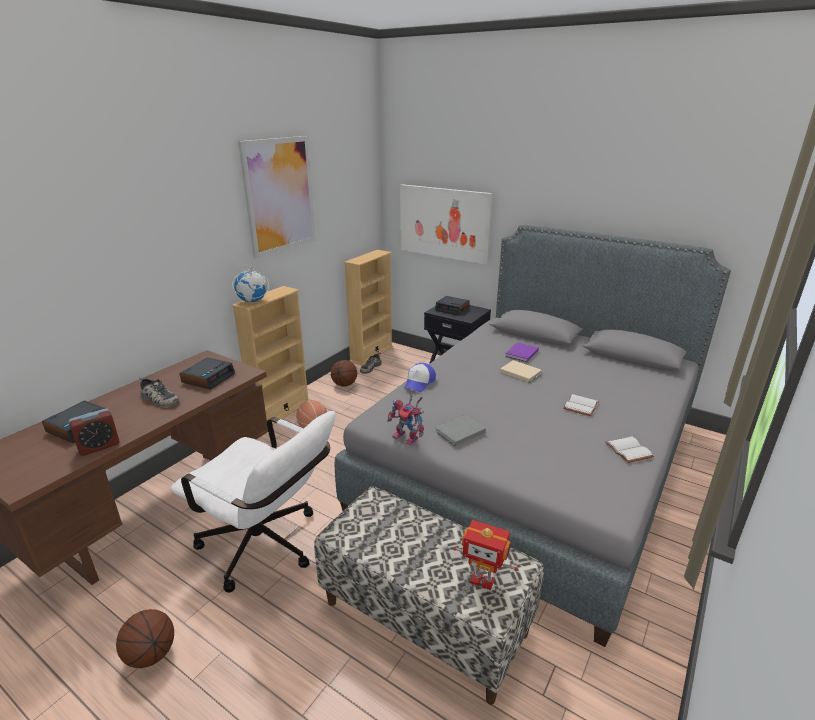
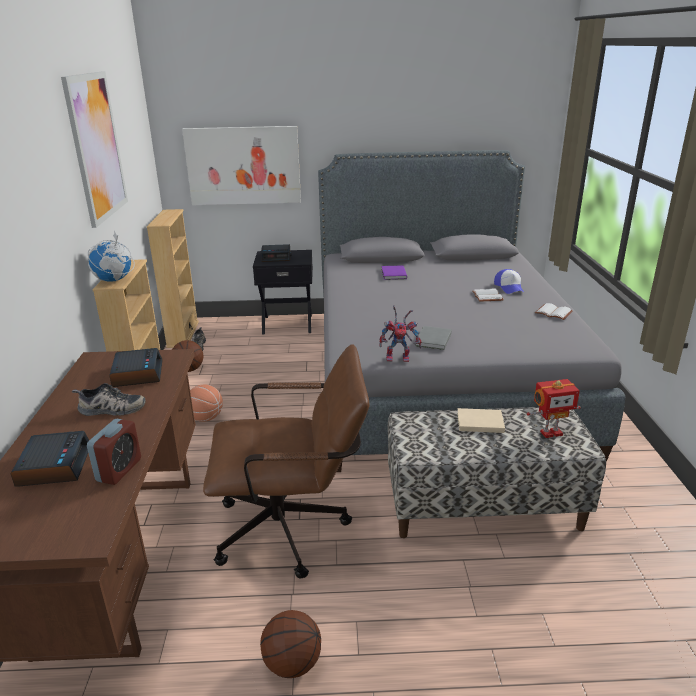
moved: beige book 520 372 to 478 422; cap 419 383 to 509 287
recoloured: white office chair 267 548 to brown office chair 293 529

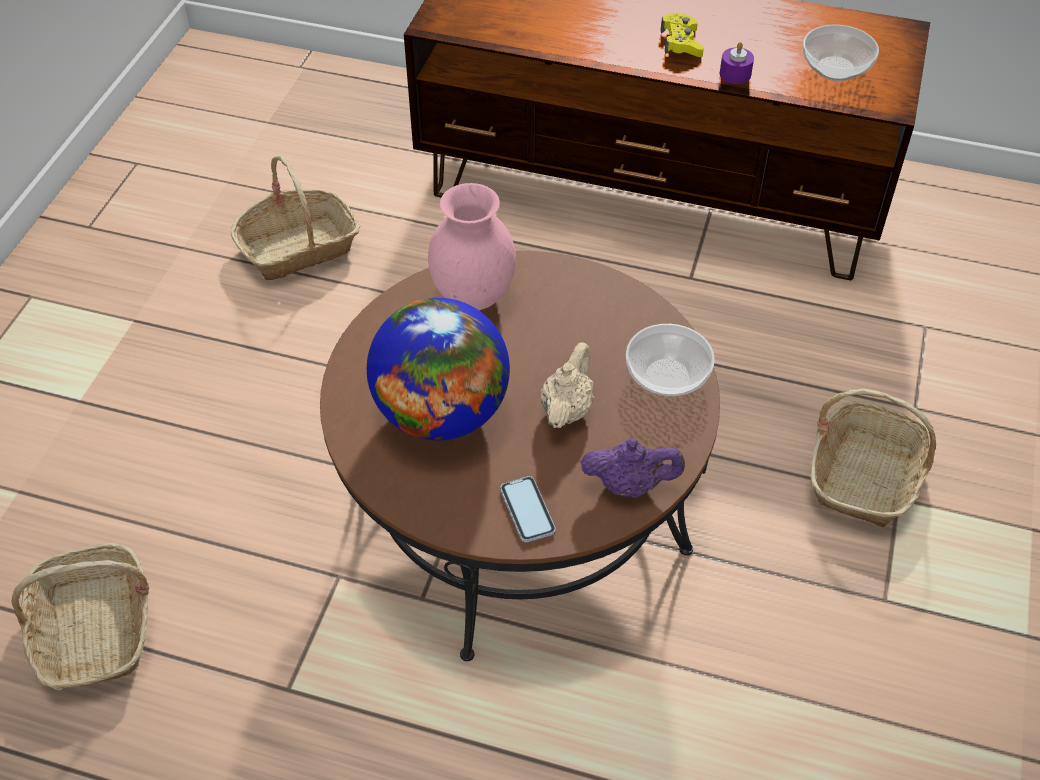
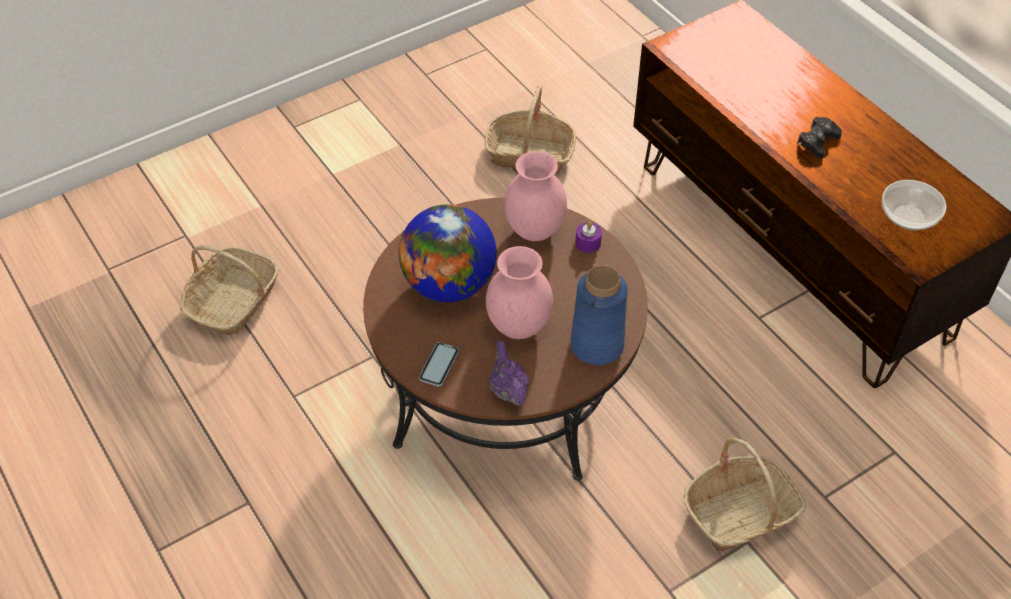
moved: purple candle 735 74 to 588 243
replaced: bowl 667 375 to blue vase 597 345; beige teapot 567 409 to pink vase 519 326
recoloured: yellow game controller 681 42 to black game controller 818 141
turned: purple teapot 630 485 = 508 389 150 degrees counterclockwise

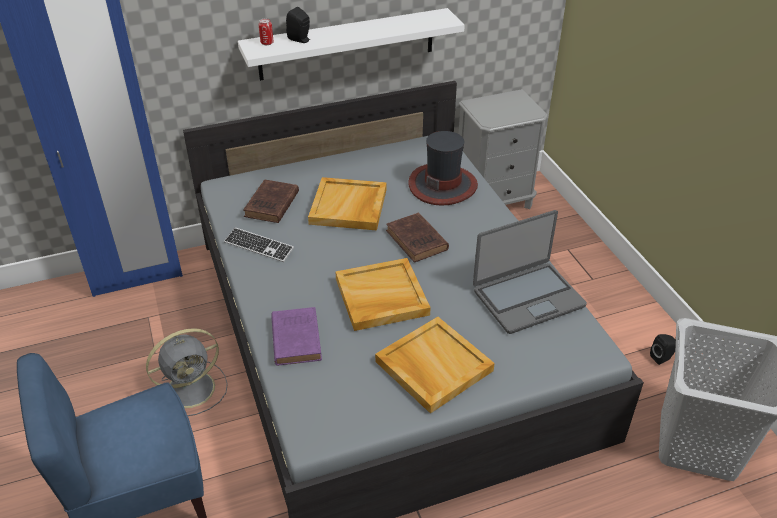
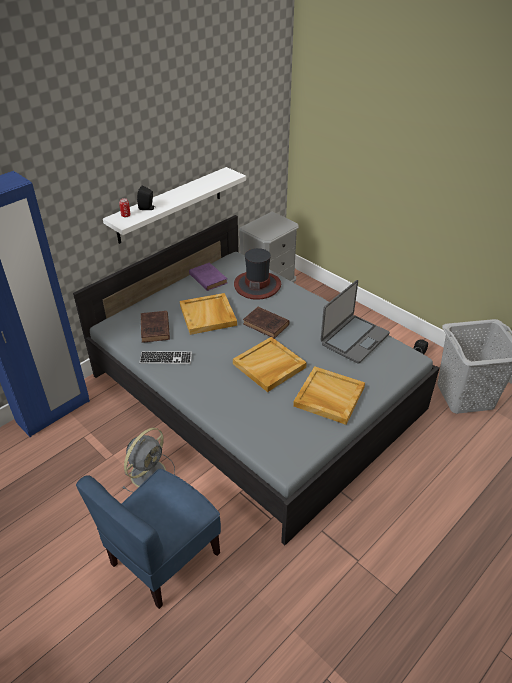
moved: purple book 296 338 to 207 278

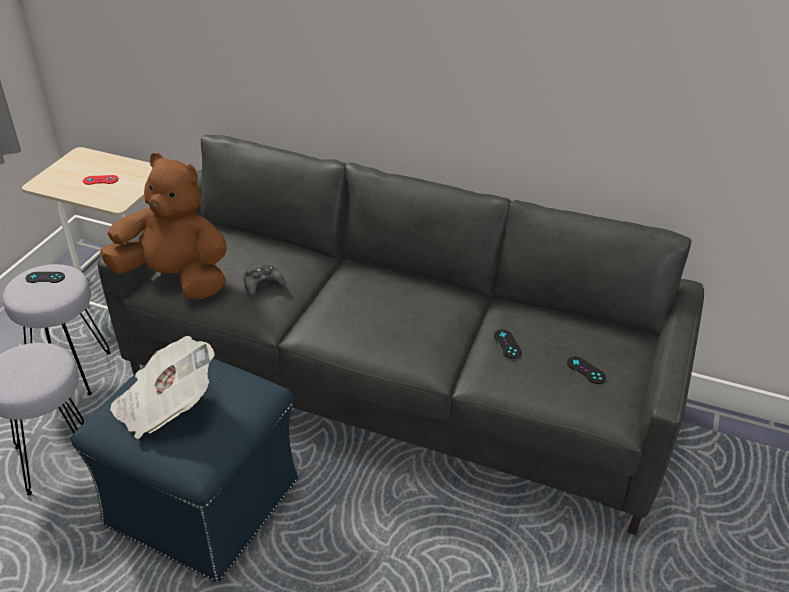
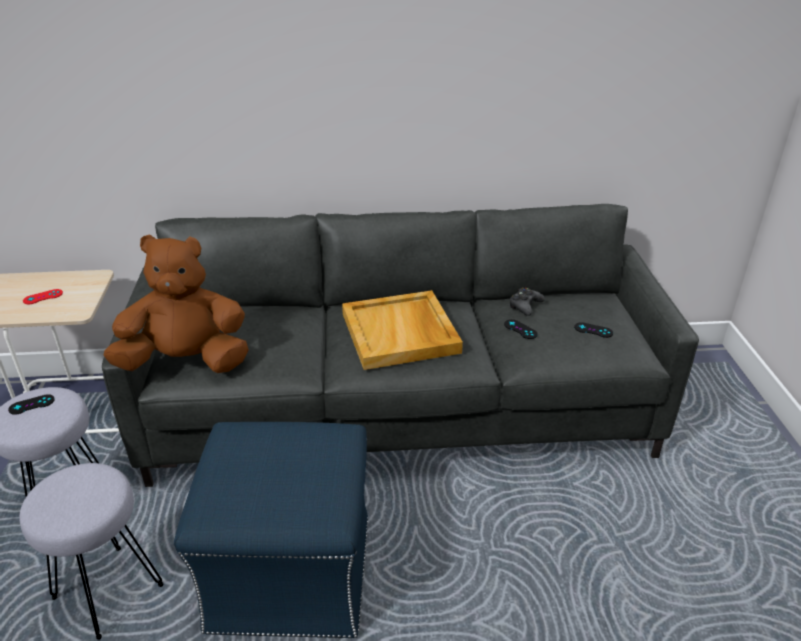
removed: newspaper 165 406
added: beige tray 401 333
moved: black game controller 262 284 to 525 306

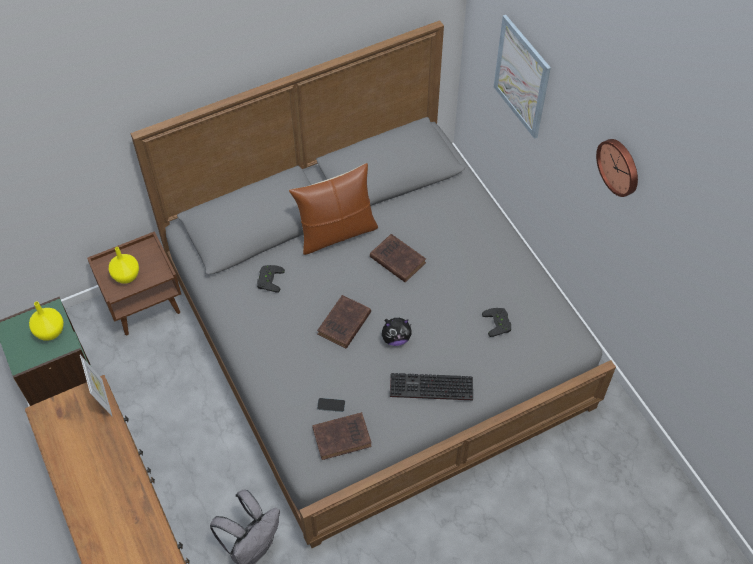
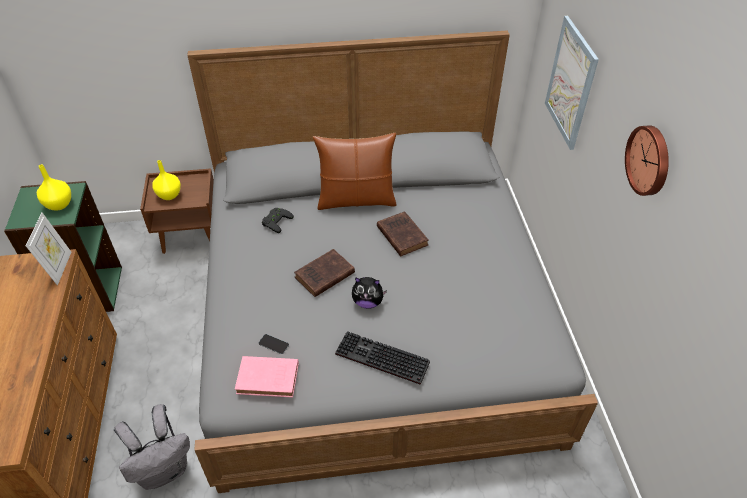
removed: black game controller 499 323
recoloured: brown book 343 437 to pink book 269 378

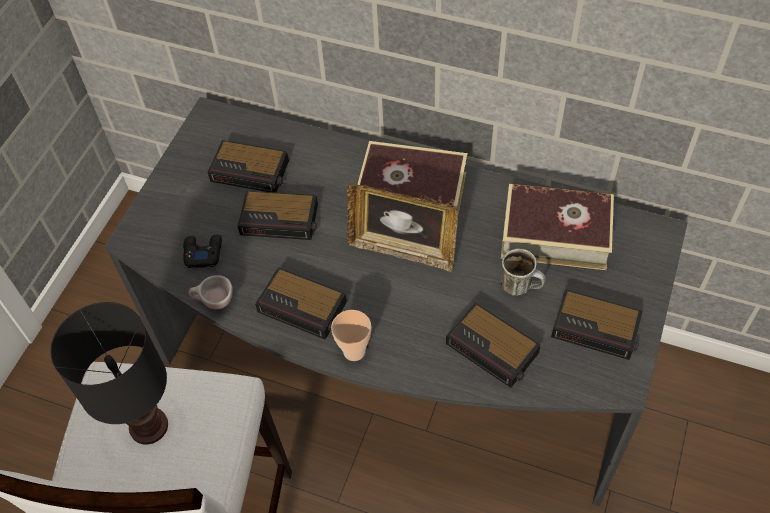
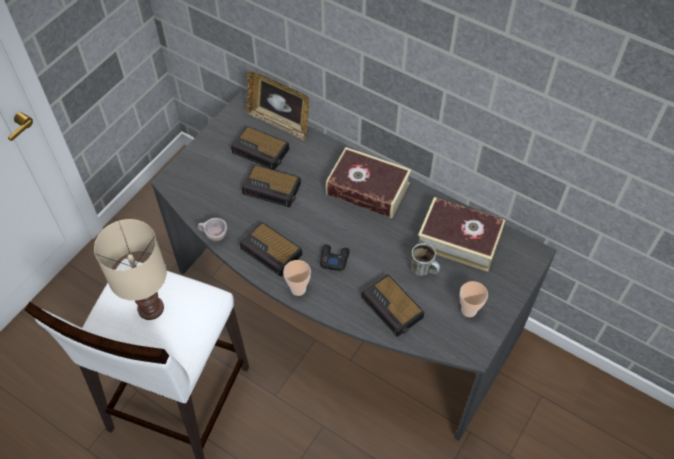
moved: picture frame 402 249 to 279 122; black game controller 203 253 to 334 259
replaced: alarm clock 597 328 to cup 469 310
recoloured: black table lamp 147 426 to beige table lamp 149 308

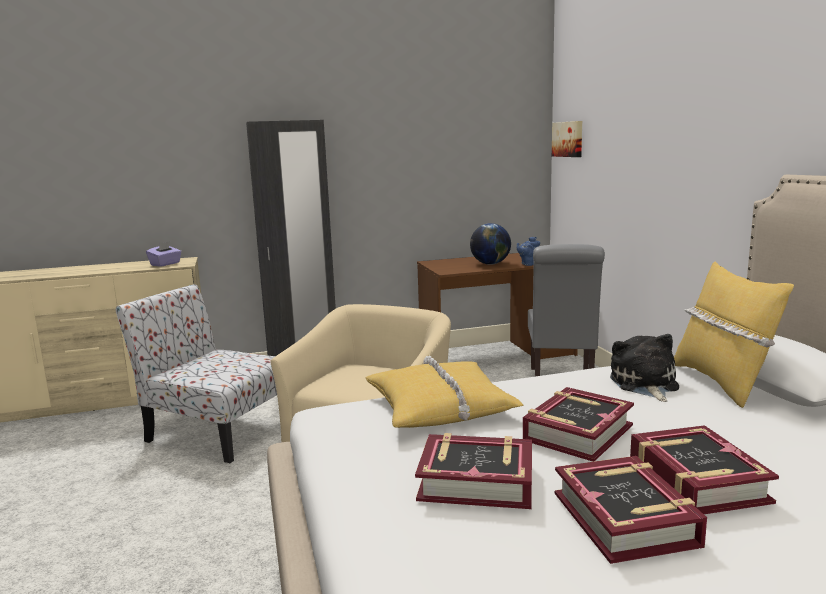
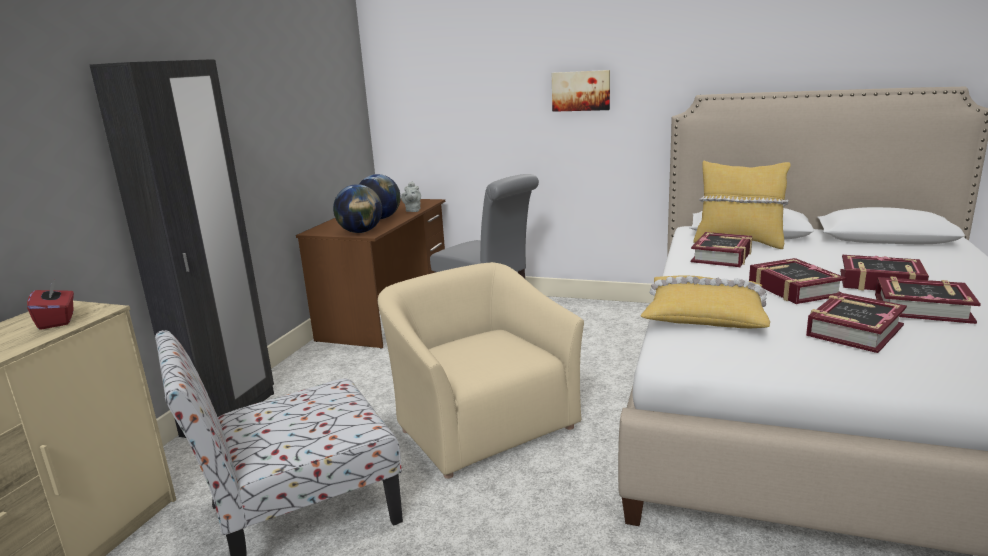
added: globe 360 232
moved: picture 568 139 to 581 91
replaced: plush toy 644 384 to book 722 256
recoloured: blue teapot 528 264 to grey teapot 412 210; purple tissue box 165 264 to red tissue box 57 320

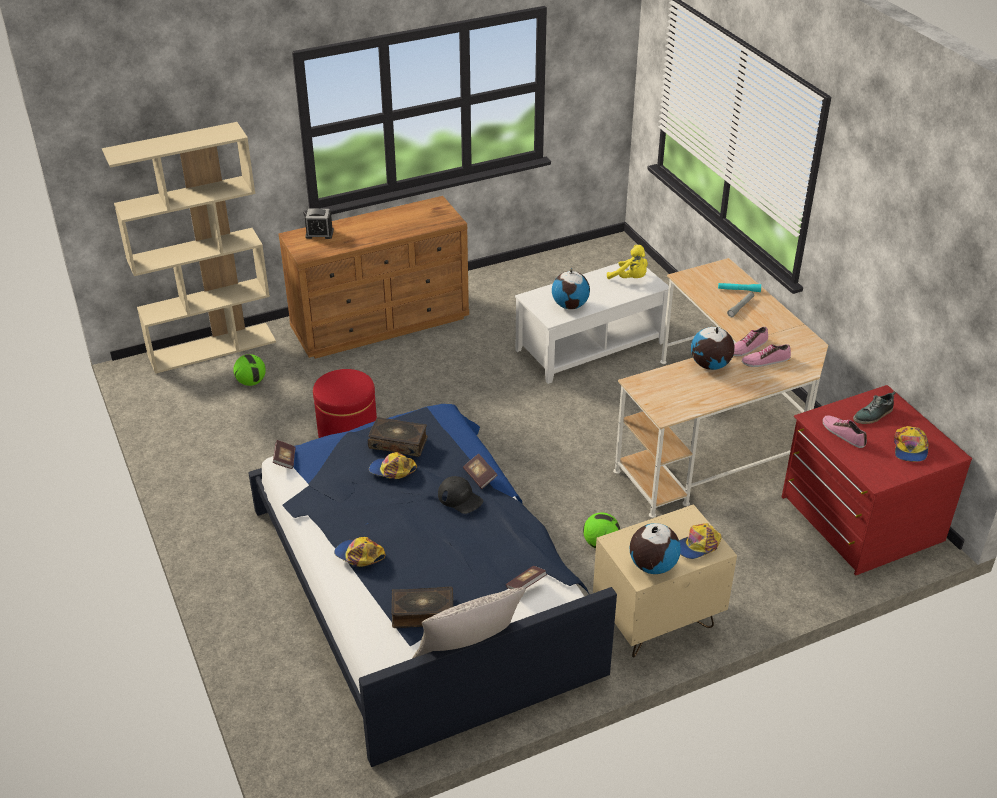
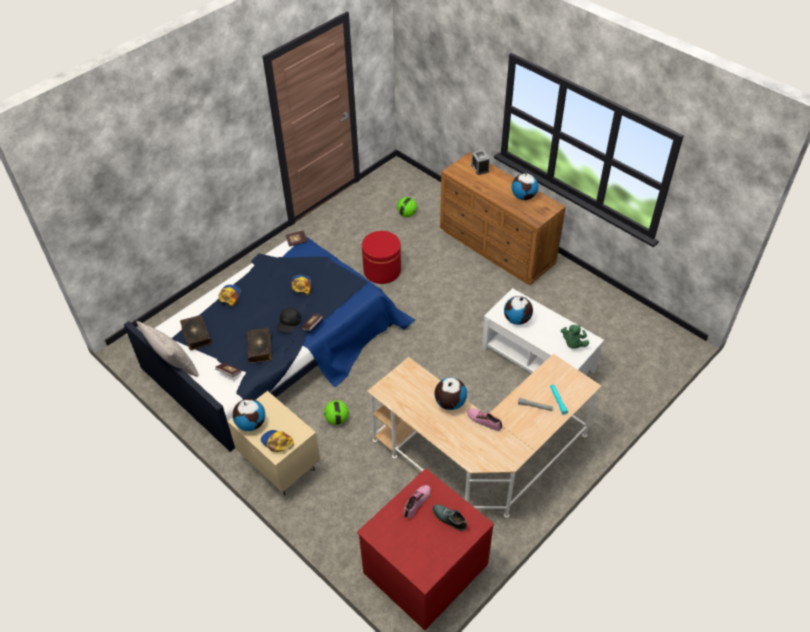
removed: beige bookcase 212 348; shoe 765 360; cap 910 448
added: globe 523 196
moved: book 398 442 to 260 348
recoloured: yellow plush toy 630 278 to green plush toy 573 343

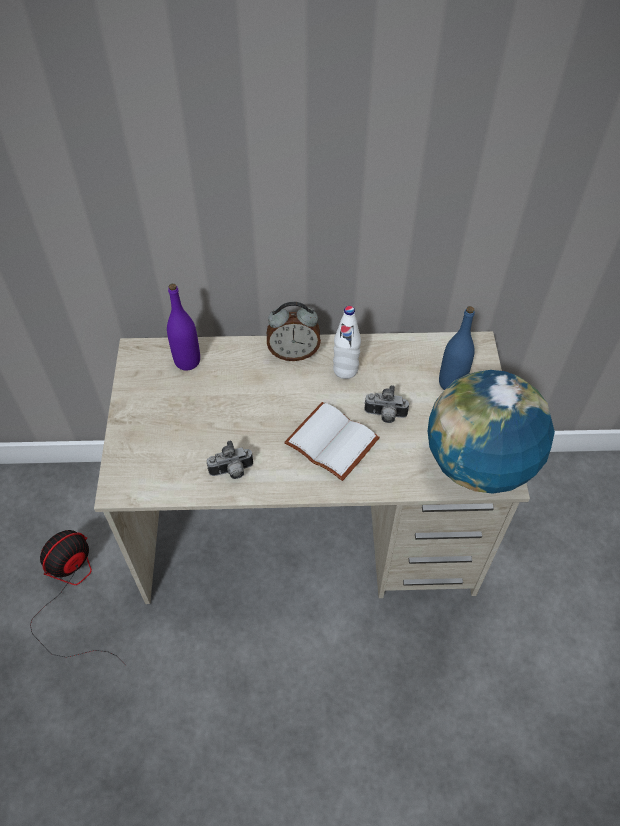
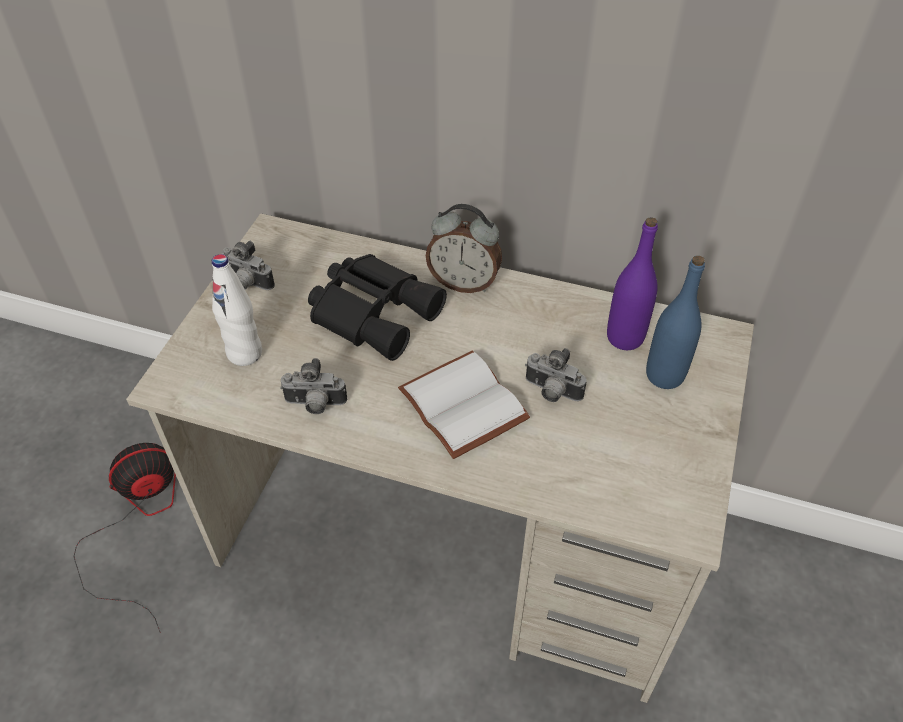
removed: globe 478 464
added: photo camera 247 284; black binoculars 375 311
moved: purple bottle 187 361 to 625 337; white bottle 345 370 to 245 353

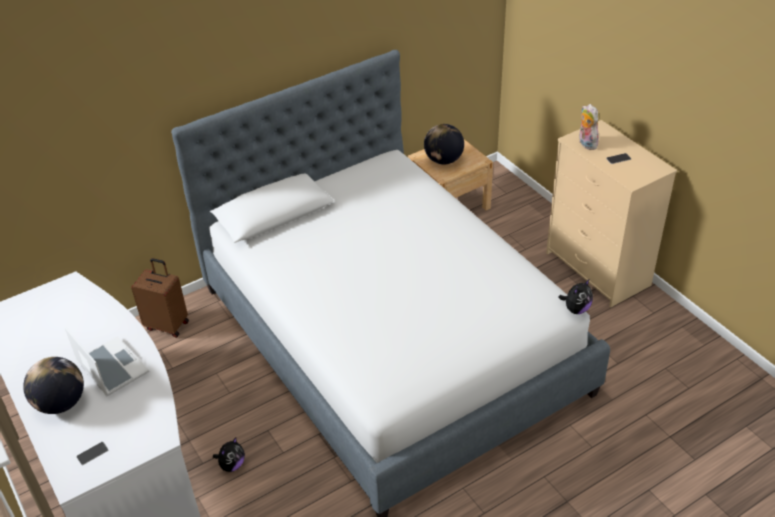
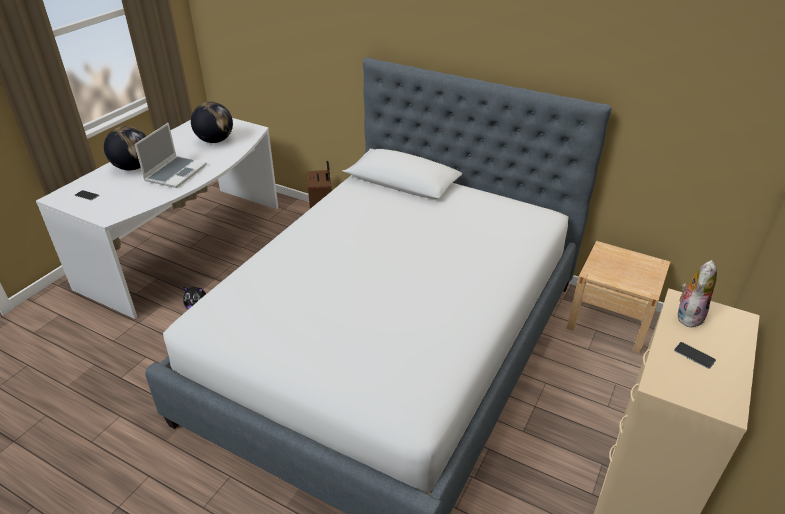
removed: plush toy 576 309
moved: globe 443 160 to 215 140

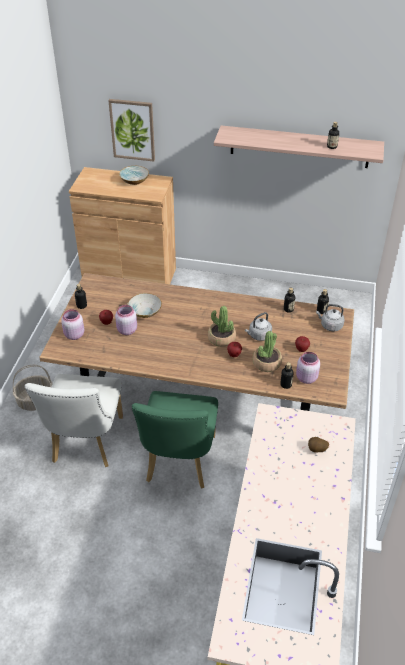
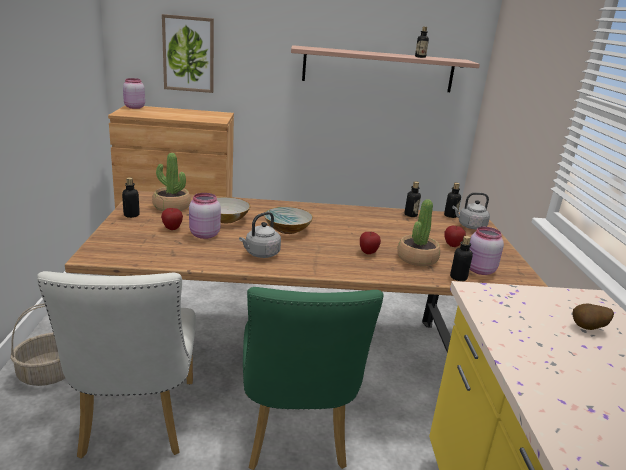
moved: bowl 134 181 to 287 229; potted plant 221 338 to 171 207; pink jar 73 335 to 134 107; grey kettle 258 336 to 261 254

